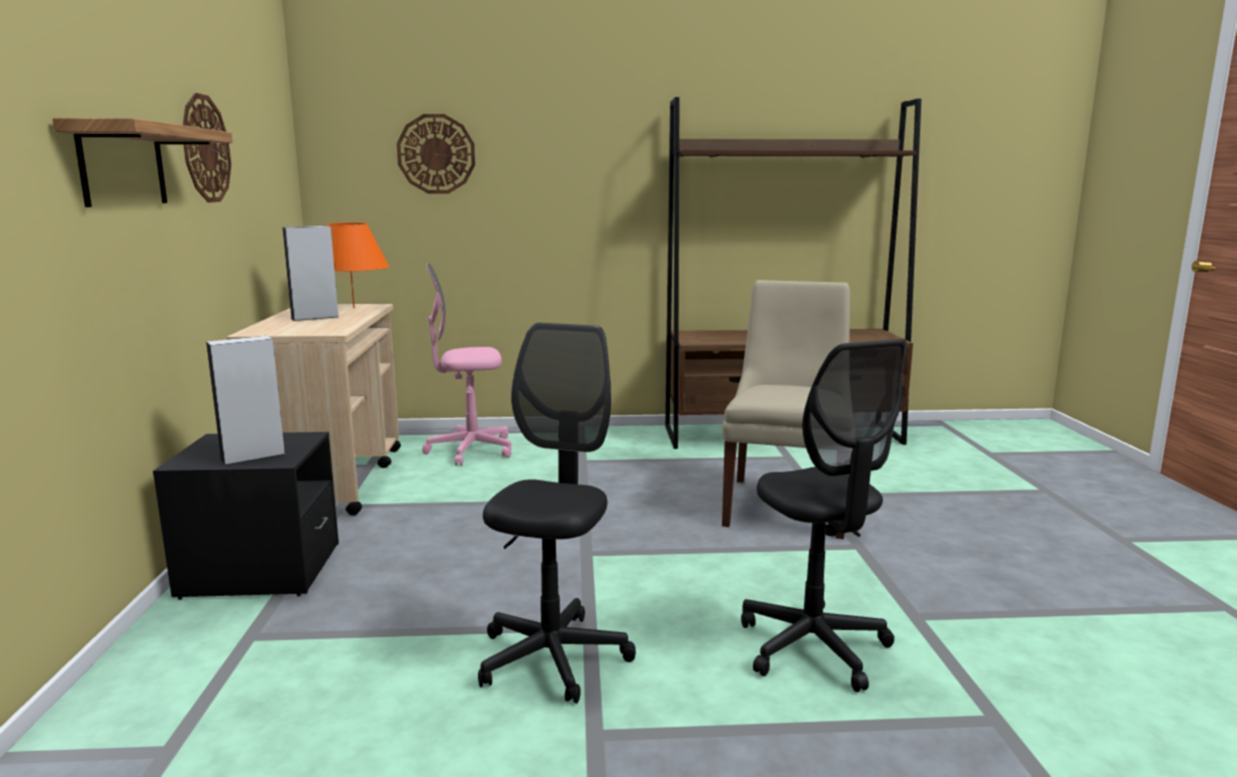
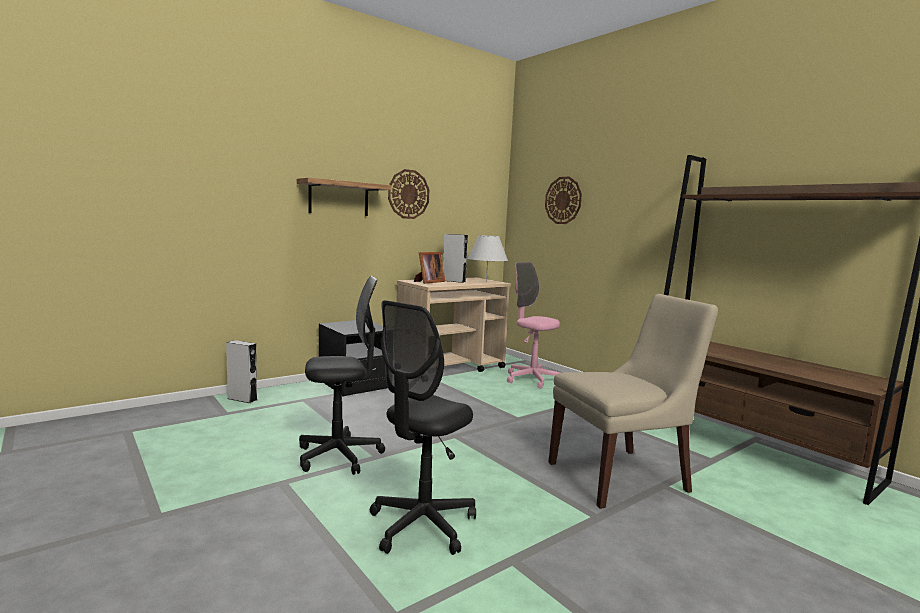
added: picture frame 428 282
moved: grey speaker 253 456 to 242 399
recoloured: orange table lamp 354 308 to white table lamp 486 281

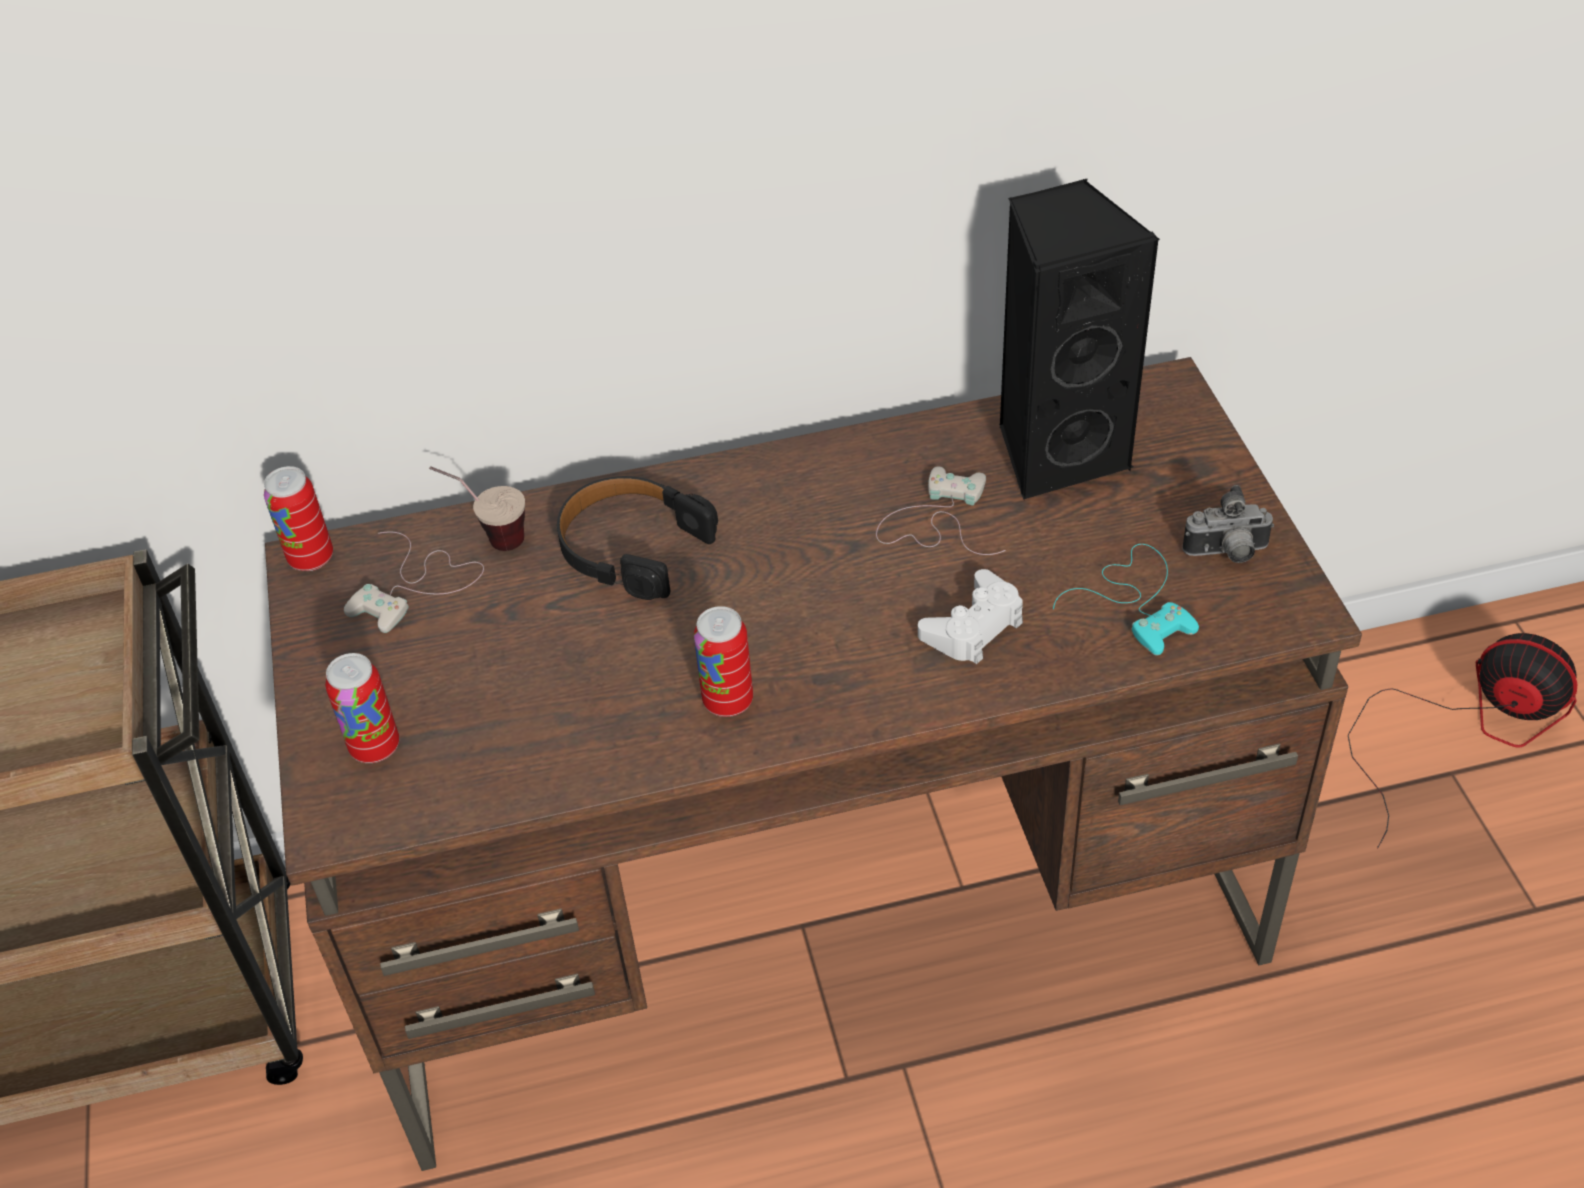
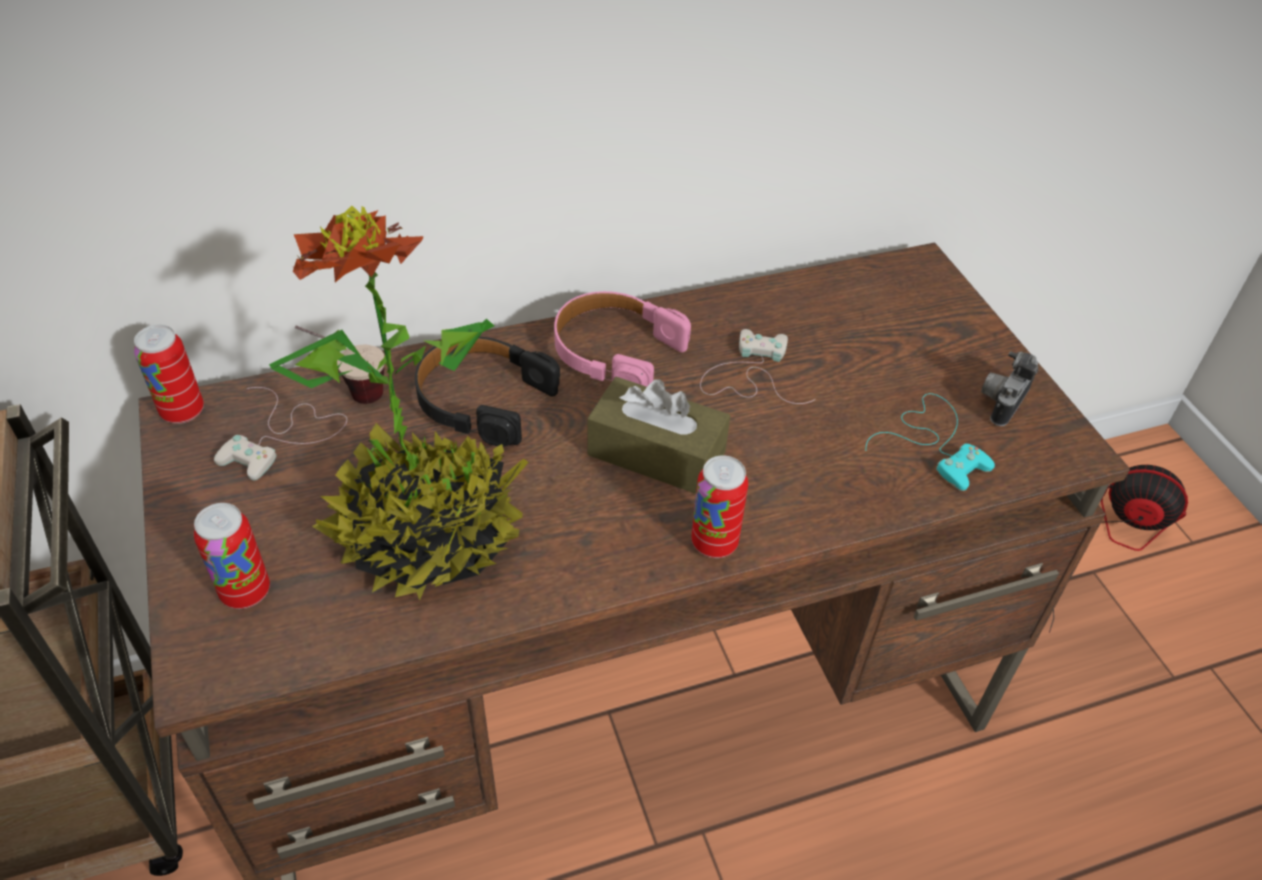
removed: black speaker 1057 451; white game controller 974 626
added: potted plant 428 532; pink headphones 615 351; brown tissue box 656 453
moved: can 728 701 to 714 543
turned: photo camera 1227 554 = 1001 402 135 degrees clockwise

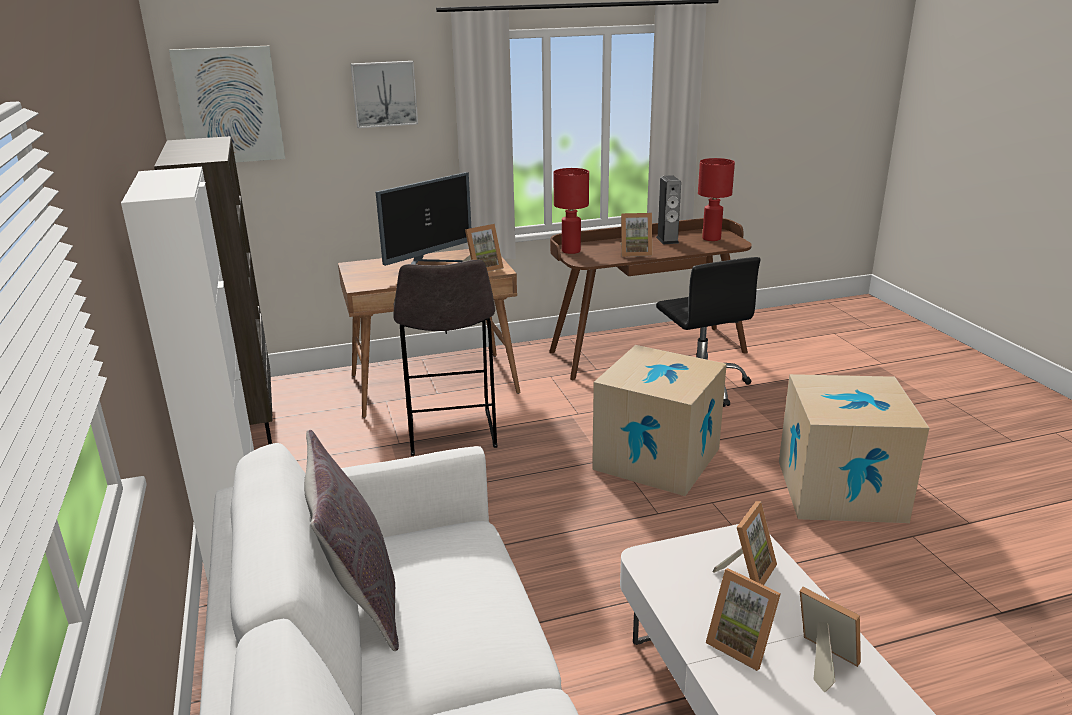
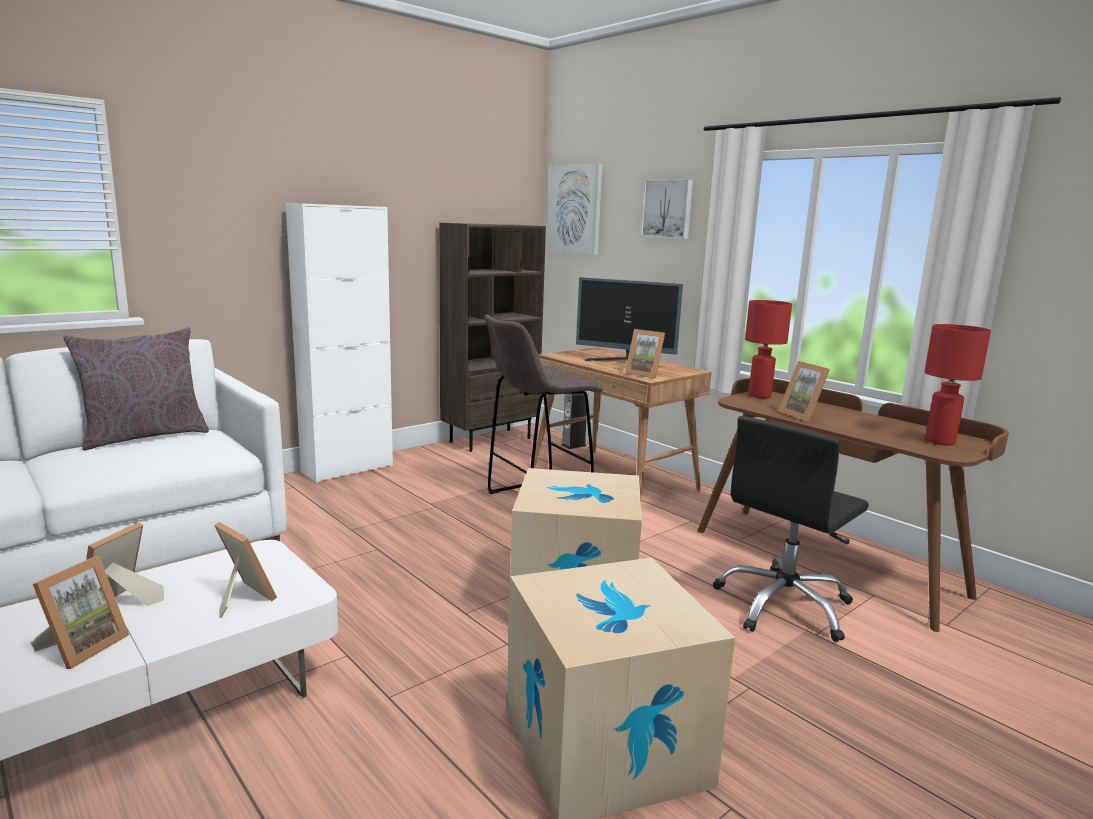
moved: speaker 667 240 to 573 445
turned: picture frame 747 572 = 241 598 150 degrees counterclockwise

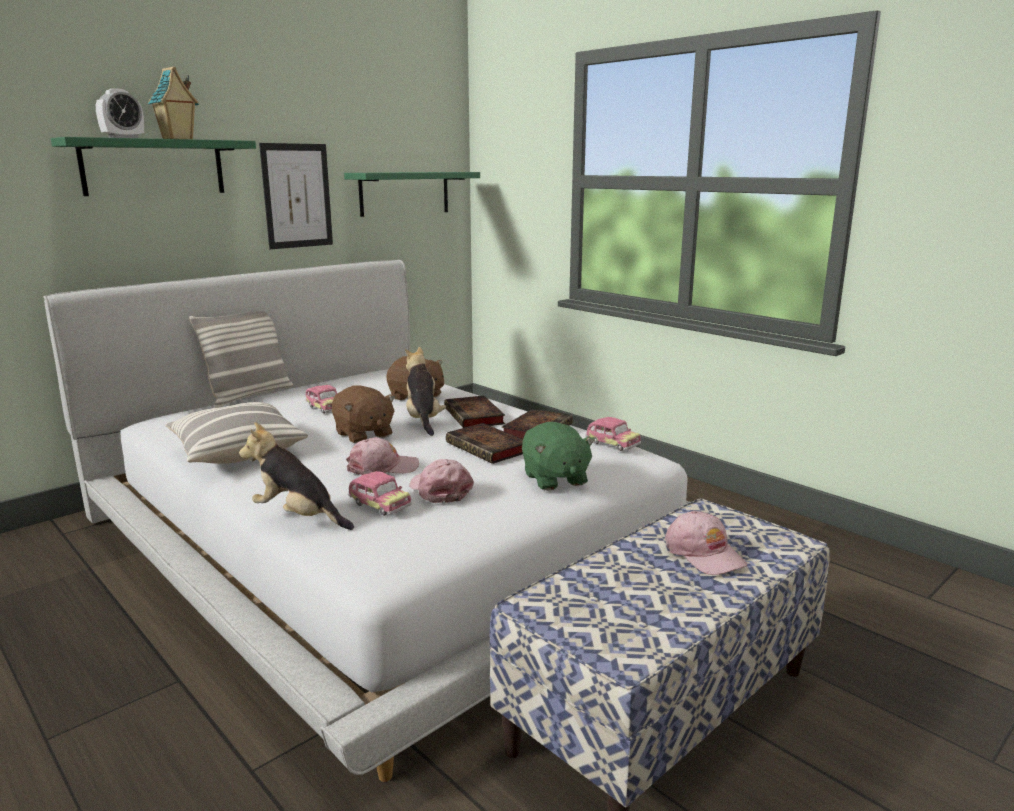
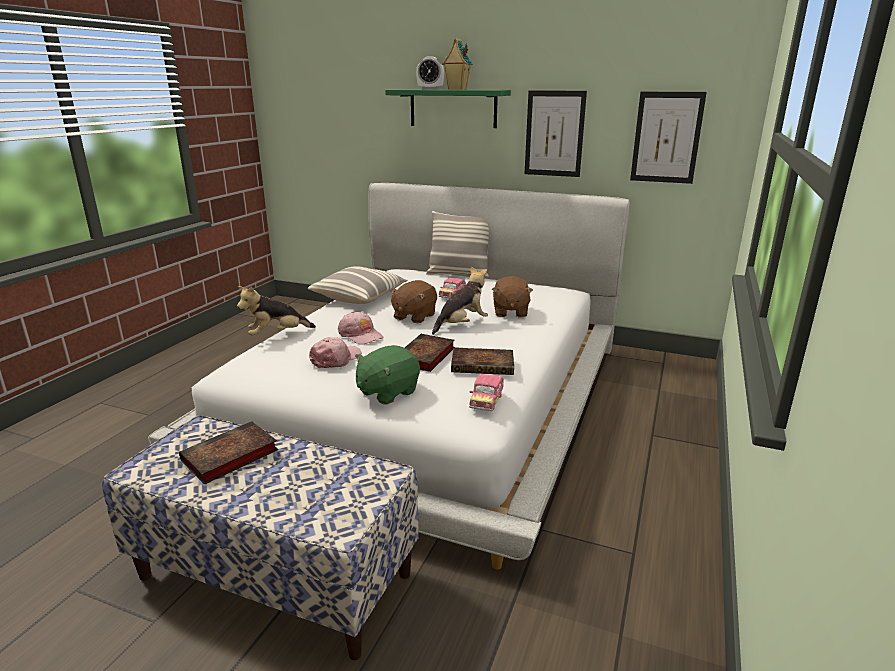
removed: toy car 379 505; pink cap 704 553
moved: book 475 417 to 228 457
replaced: green shelf 404 193 to picture 666 137
turned: plush toy 298 517 = 277 334 120 degrees counterclockwise

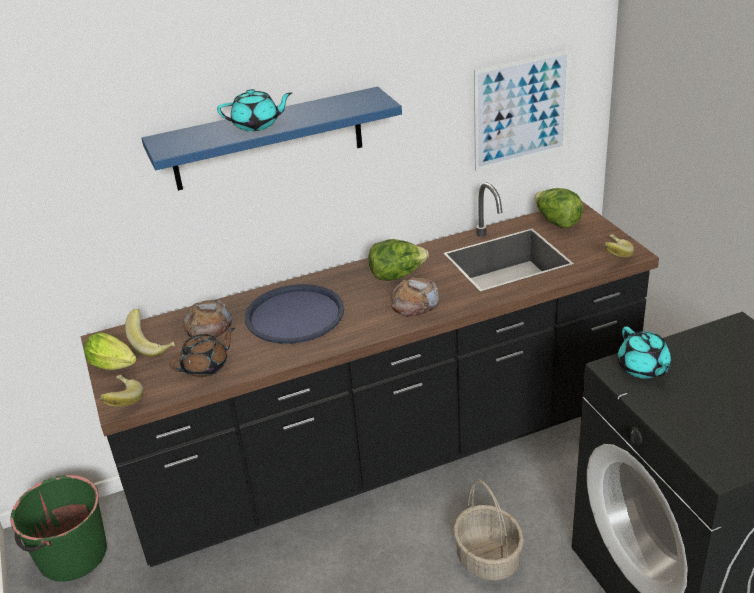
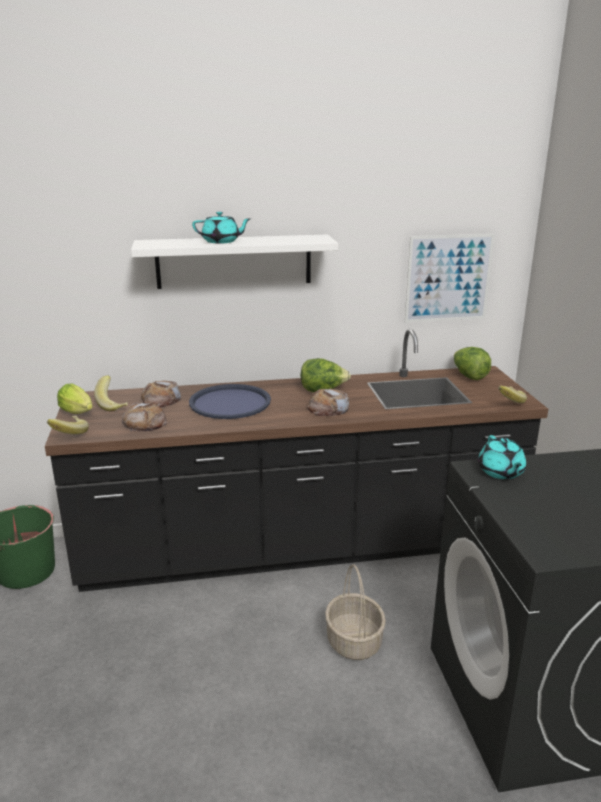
replaced: brown teapot 206 366 to bread 144 423
recoloured: blue shelf 268 139 to white shelf 234 261

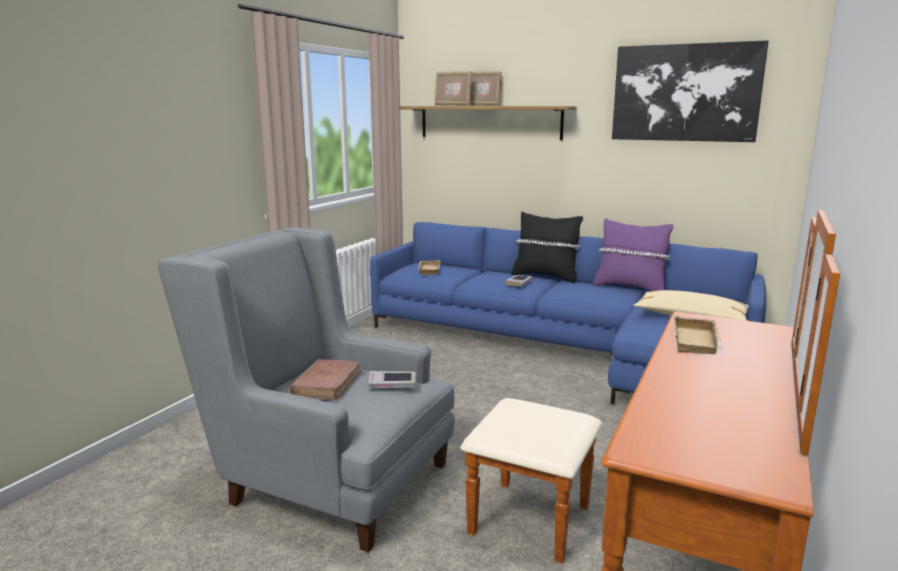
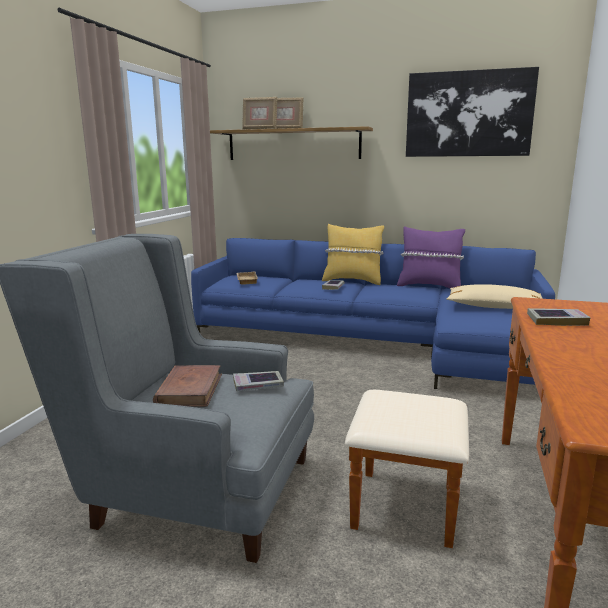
replaced: beige tray 698 342 to book 556 321
recoloured: black pillow 545 276 to yellow pillow 352 281

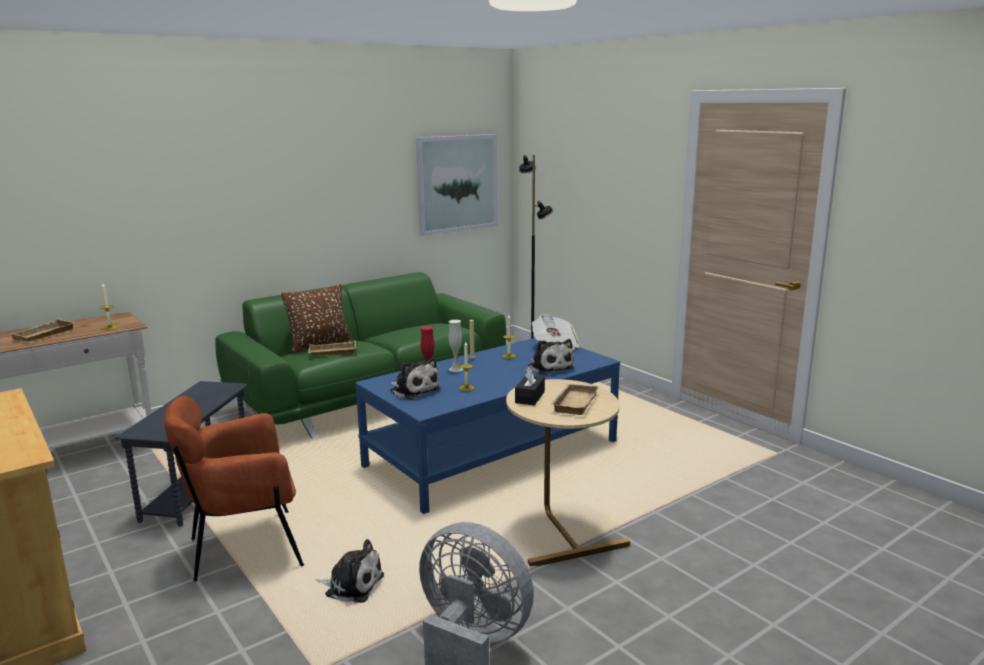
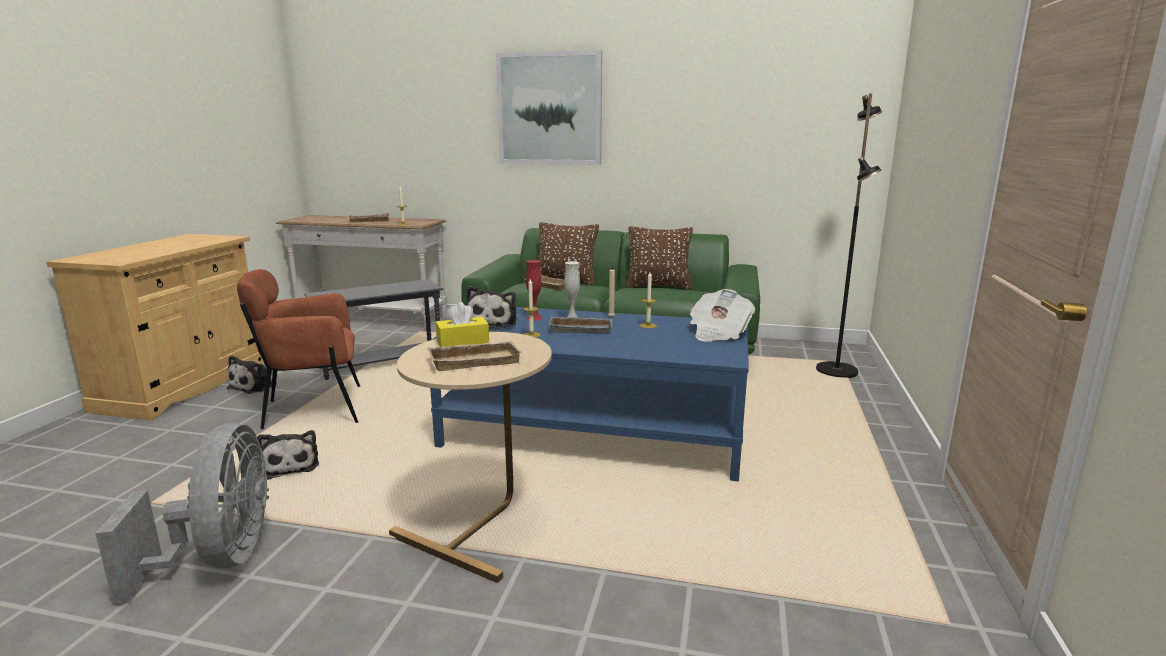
added: brown pillow 658 286; grey tray 581 329
moved: picture 457 183 to 549 109; plush toy 549 367 to 255 386
recoloured: black tissue box 530 397 to yellow tissue box 463 342
turned: brown armchair 245 548 = 313 409 45 degrees counterclockwise

